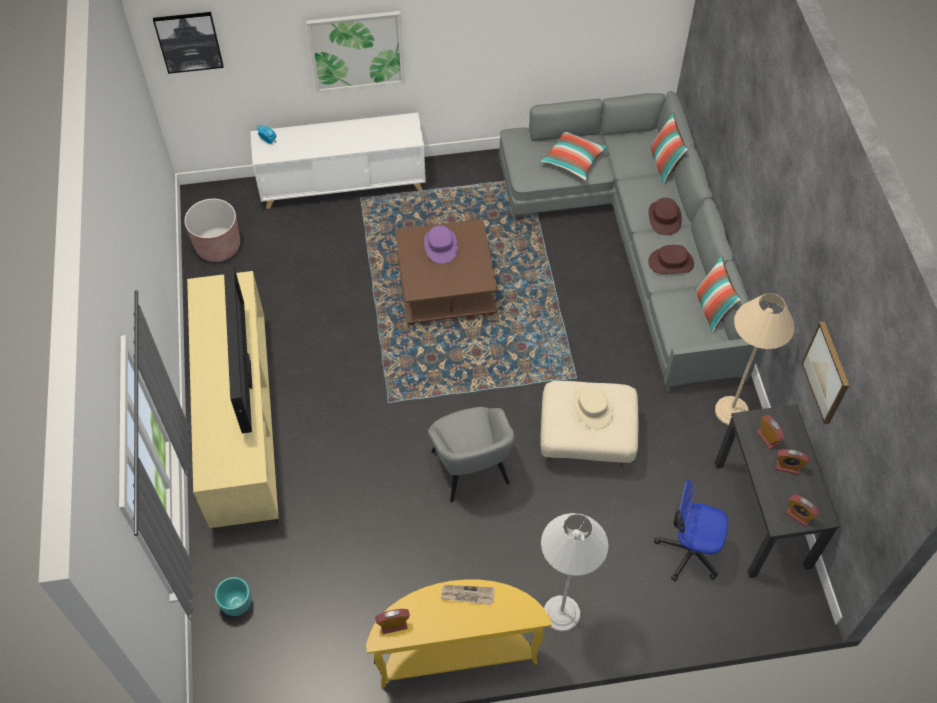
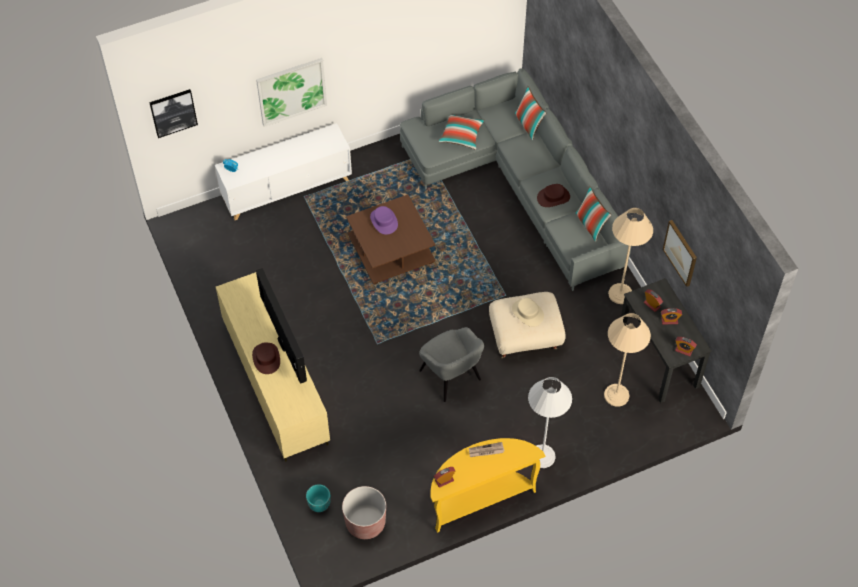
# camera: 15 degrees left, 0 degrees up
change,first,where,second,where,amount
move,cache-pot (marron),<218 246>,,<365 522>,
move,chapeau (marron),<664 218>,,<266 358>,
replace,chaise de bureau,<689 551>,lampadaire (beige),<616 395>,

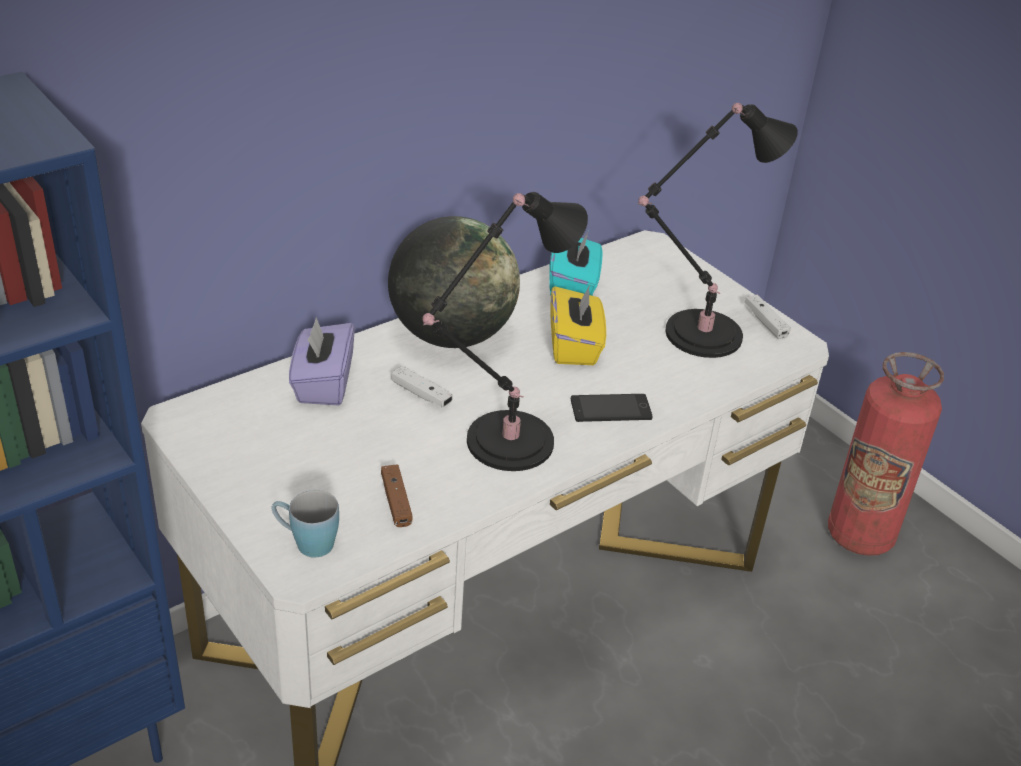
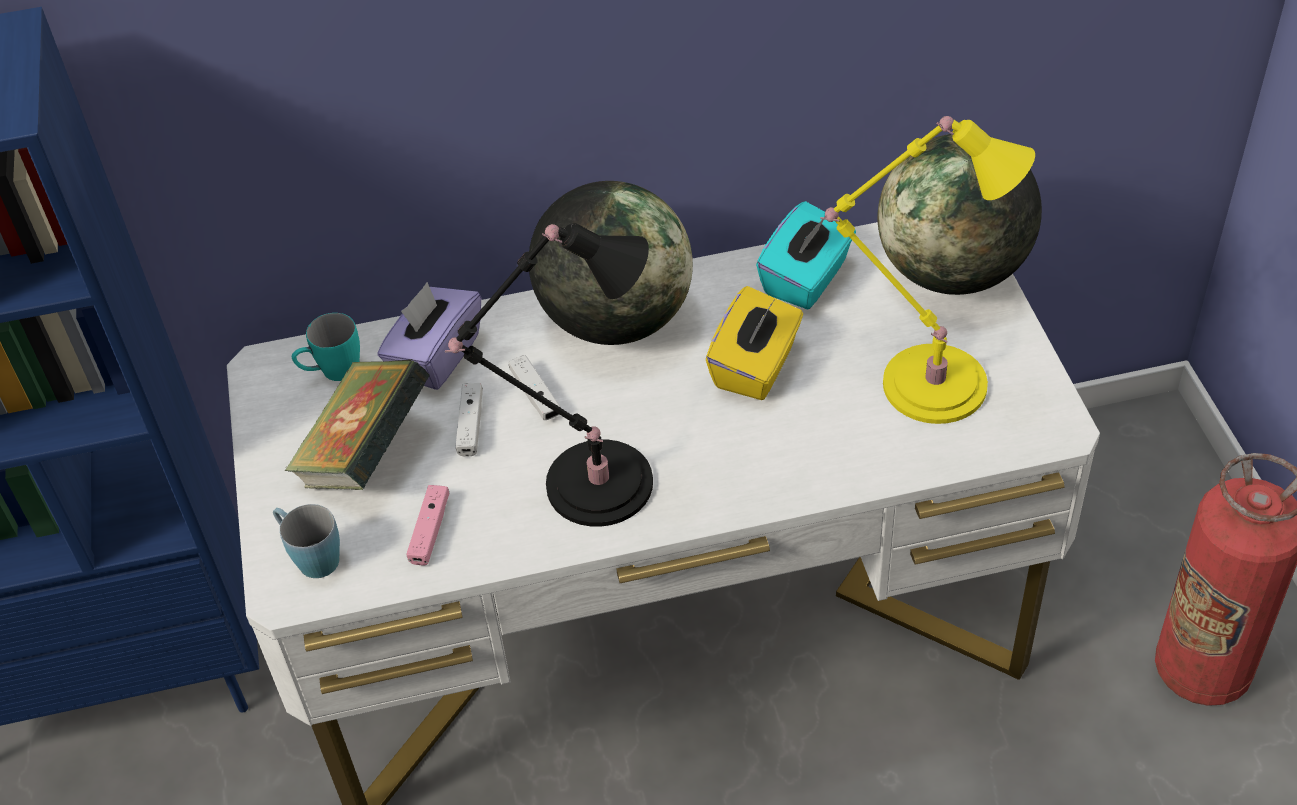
# camera: 30 degrees right, 10 degrees up
change,first,where,second,where,amount
recolor,manette (marron),<396 501>,manette (rose),<430 531>,
delete,téléphone,<611 409>,,,
recolor,lampe de table (noir),<696 334>,lampe de table (jaune),<925 382>,
move,manette (blanc),<765 322>,,<470 425>,
insert,,,livre,<366 454>,
insert,,,mug (turquoise),<332 372>,
insert,,,globe,<952 273>,

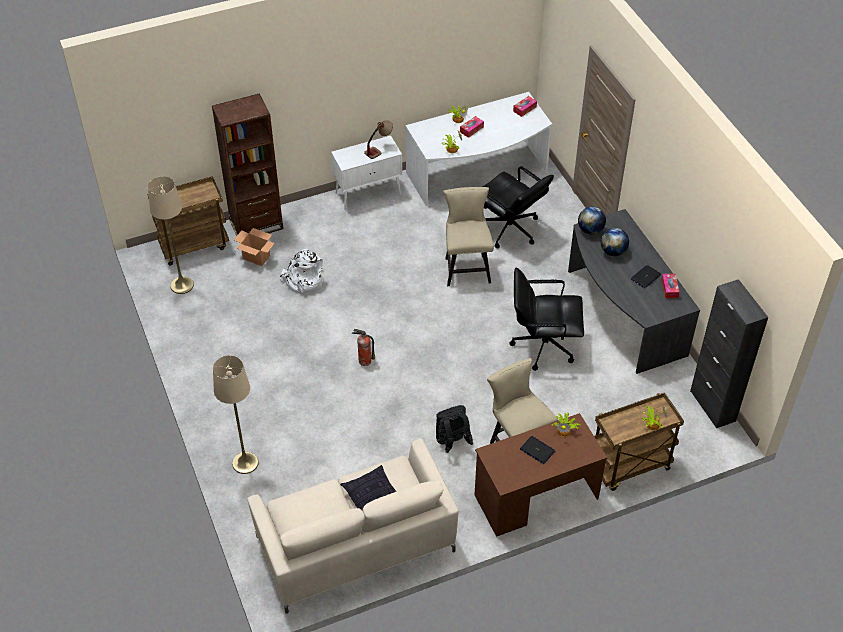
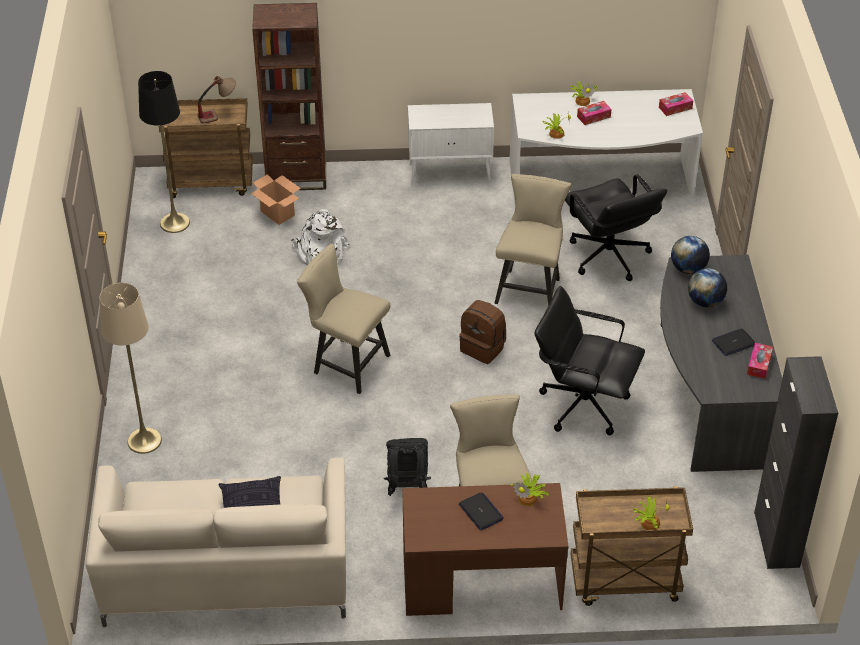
# camera: 20 degrees right, 5 degrees down
change,first,where,second,where,amount
recolor,lampadaire (beige),<182 285>,lampadaire (noir),<175 223>,
replace,extincteur,<364 361>,chaise (beige),<346 363>,
move,lampe de table,<379 149>,,<218 114>,
insert,,,sac à dos (marron),<483 348>,

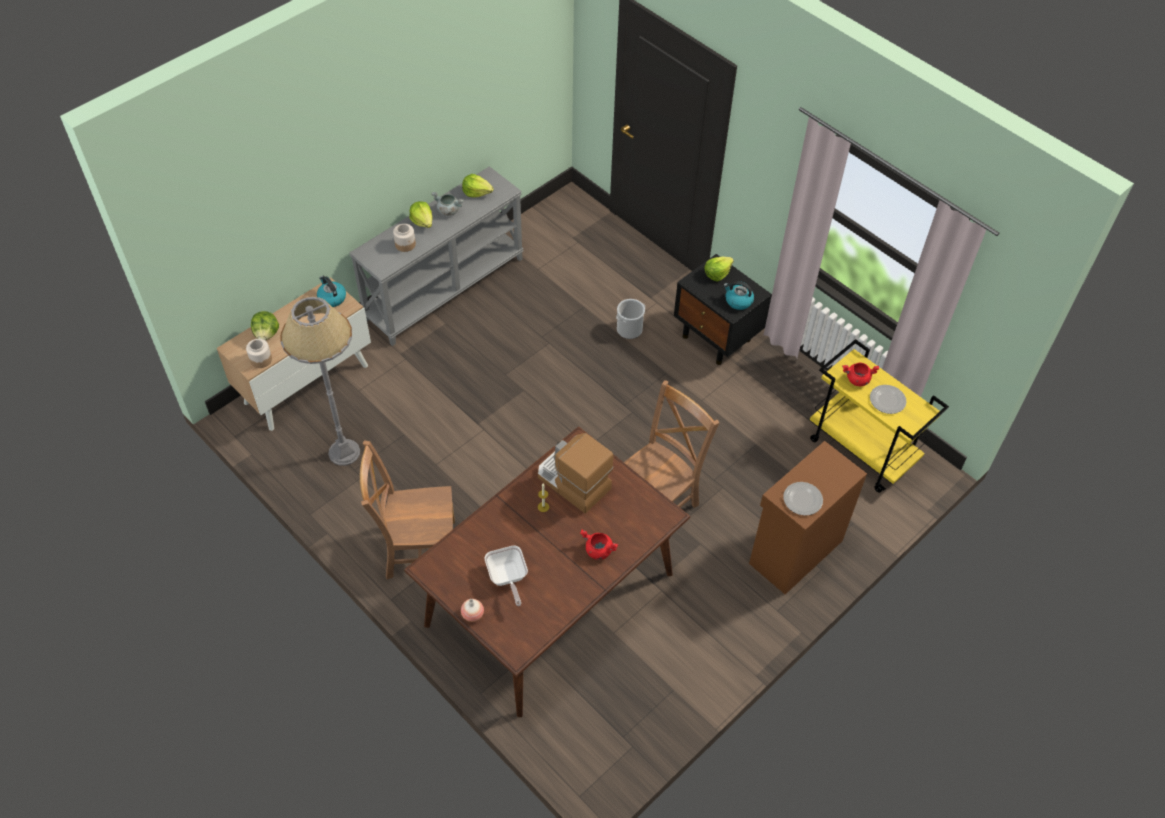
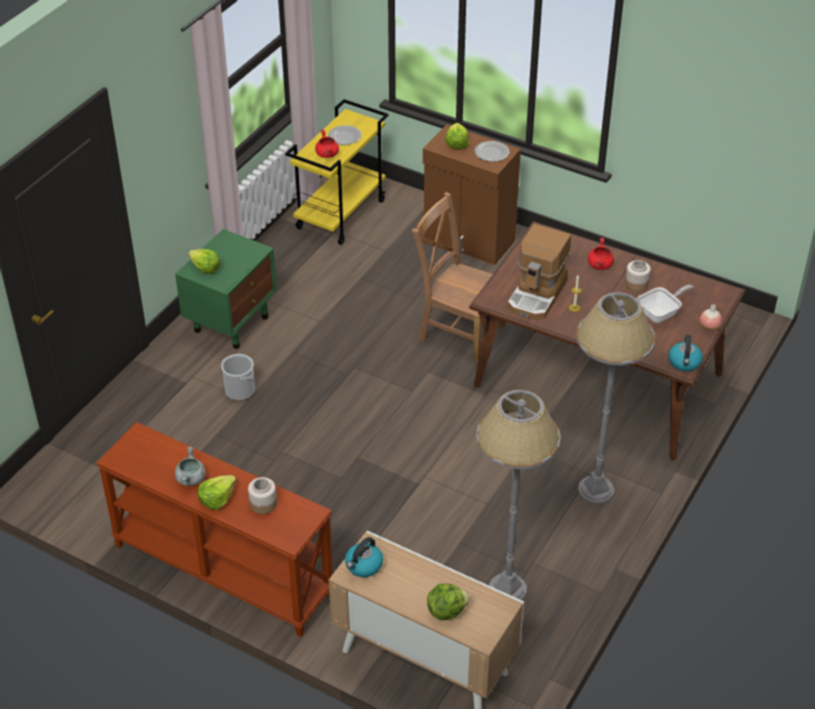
# camera: 105 degrees left, 10 degrees down
change,first,where,second,where,amount
move,bocal,<261 359>,,<636 284>,
recolor,table console (gris),<444 288>,table console (marron),<221 570>,
replace,chaise (marron),<417 548>,lampadaire (gris),<595 489>,
move,laitue,<476 192>,,<456 143>,
recolor,table de chevet (noir),<717 338>,table de chevet (vert),<232 323>,
move,bouilloire,<738 301>,,<684 363>,

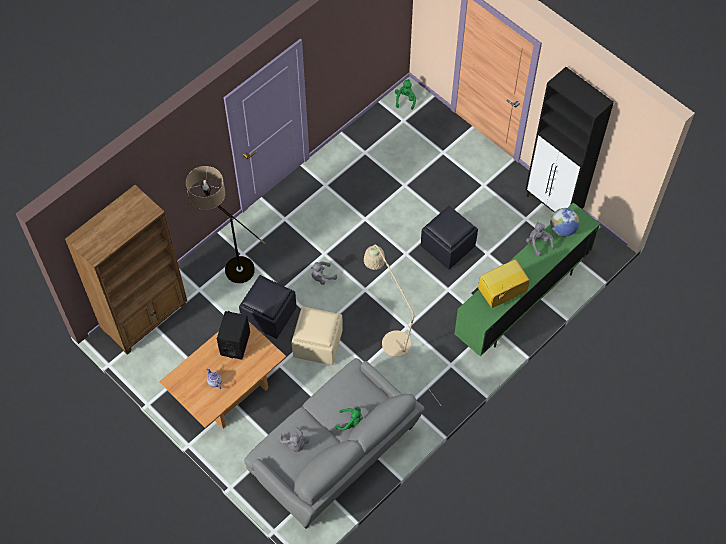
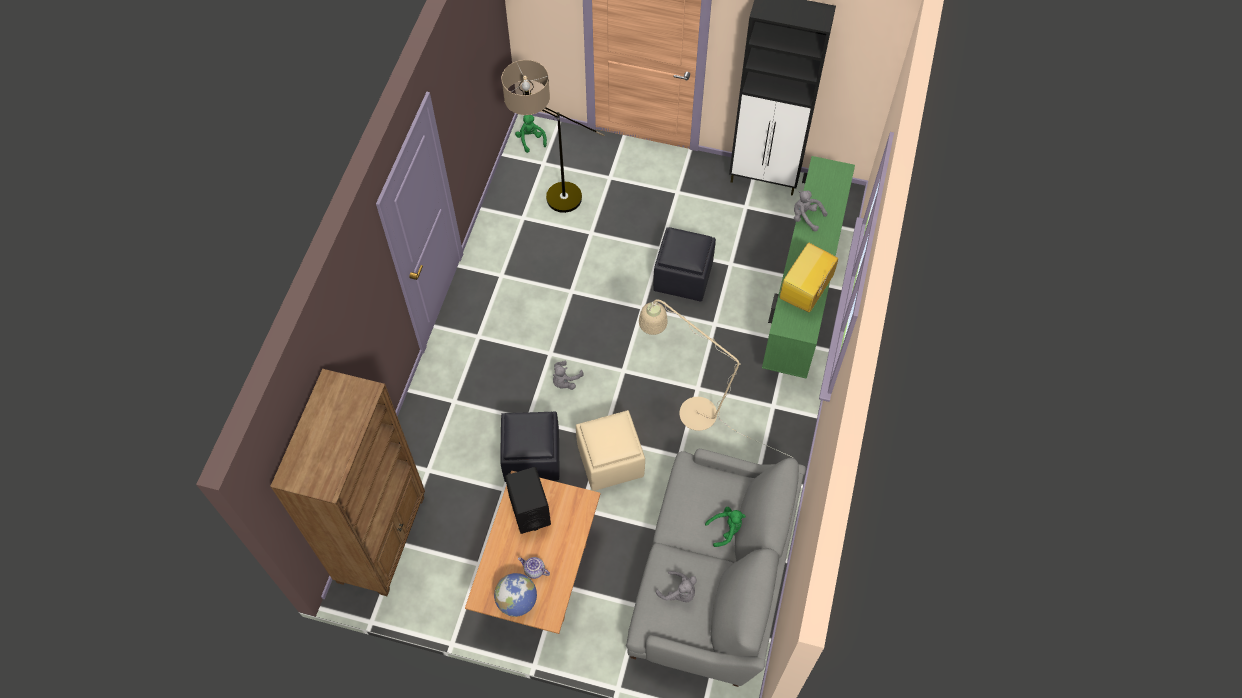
# camera: 30 degrees left, 0 degrees up
change,first,where,second,where,amount
move,lampadaire,<229 265>,,<549 199>,
move,globe,<562 229>,,<517 601>,

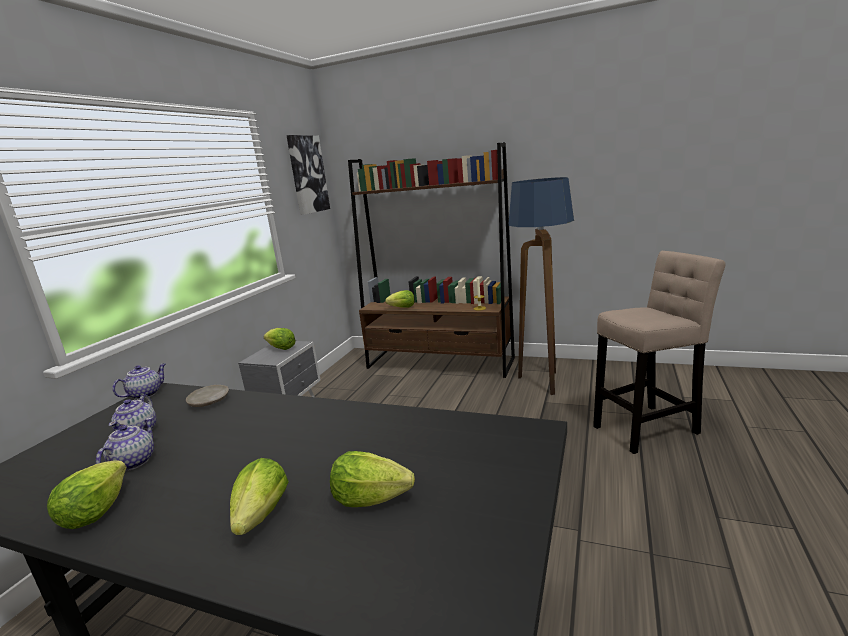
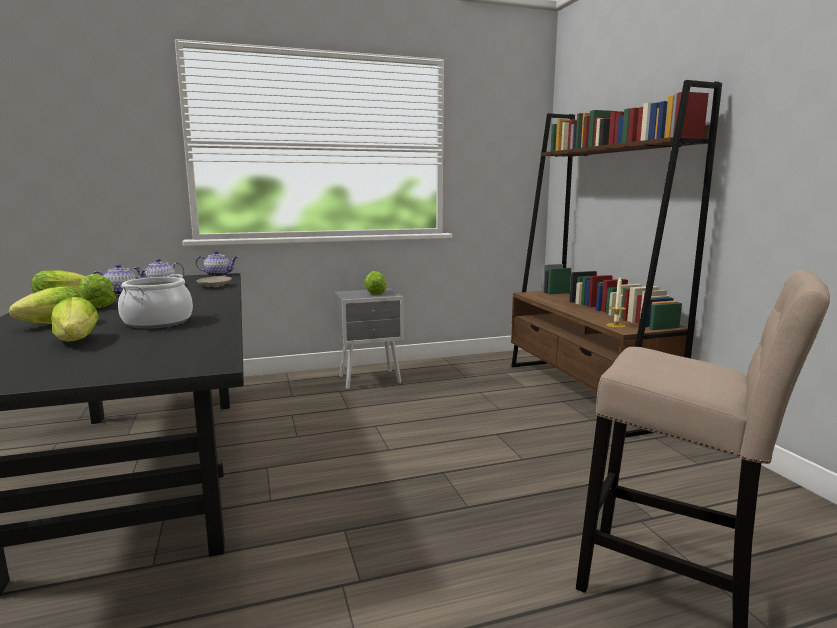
# camera: 50 degrees right, 5 degrees down
change,first,where,second,where,amount
delete,tableau,<307 174>,,,
move,laitue,<402 308>,,<97 306>,
delete,lampadaire,<543 383>,,,
insert,,,marmite,<158 322>,

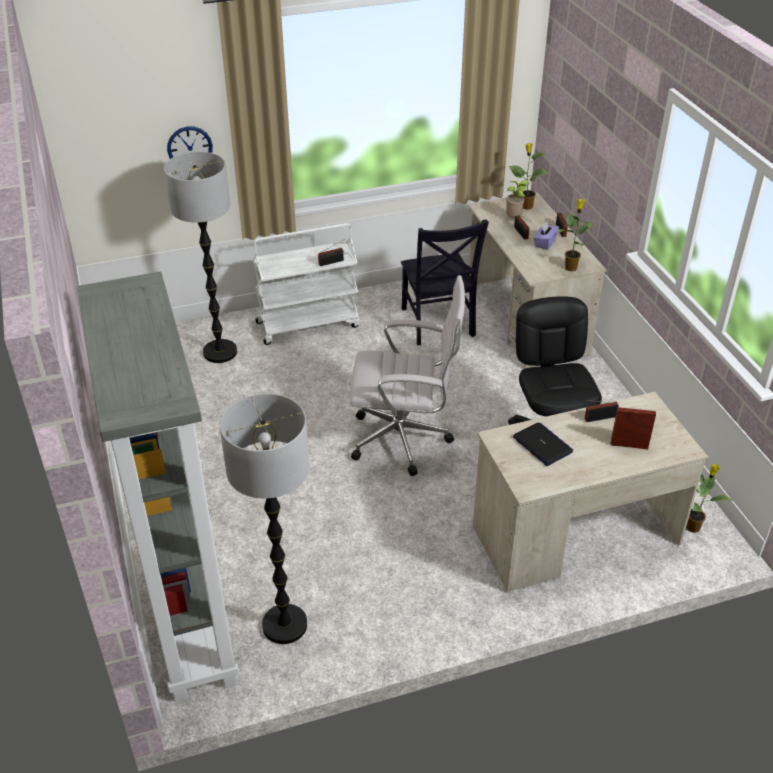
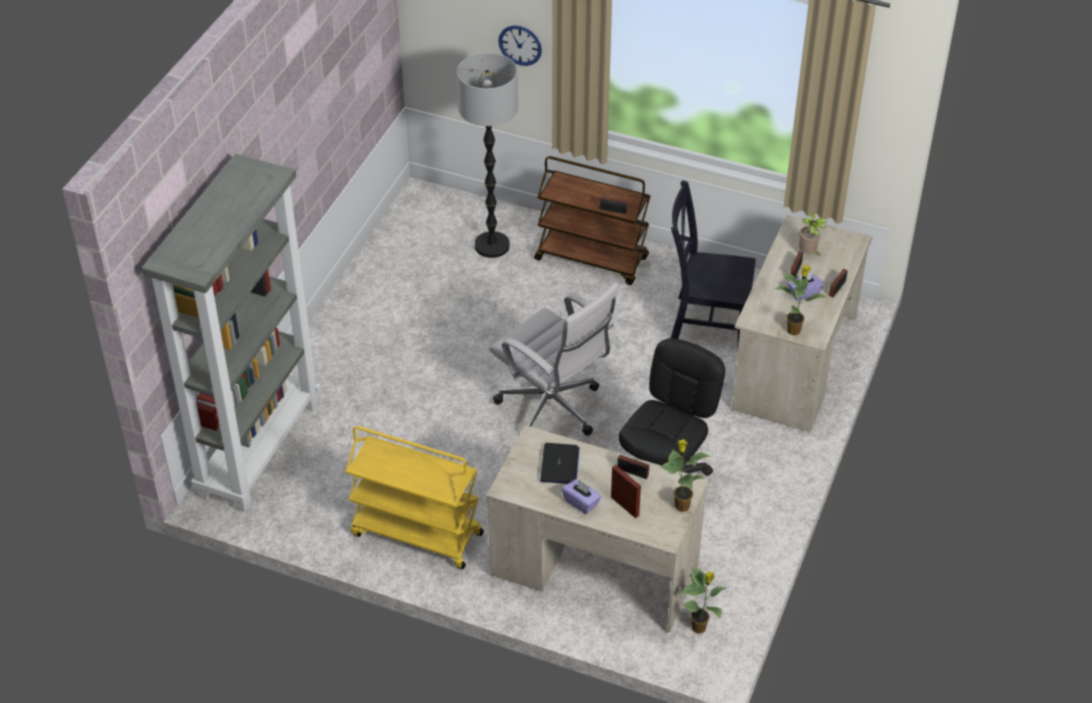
# camera: 40 degrees right, 5 degrees up
change,first,where,second,where,amount
delete,lampadaire,<284 625>,,,
recolor,chariot (blanc),<308 324>,chariot (marron),<592 259>,
rotate,chaise (noir),<438 324>,,<706 322>,75 degrees clockwise
move,plante en pot,<526 206>,,<681 505>,
insert,,,chariot (jaune),<416 534>,
insert,,,boîte à mouchoirs (violet),<581 502>,

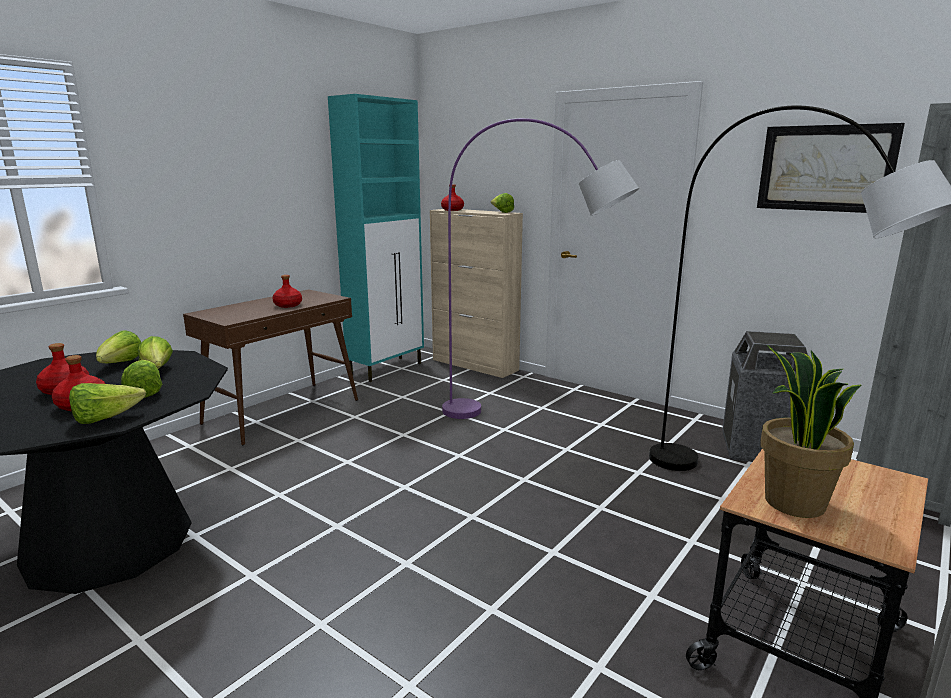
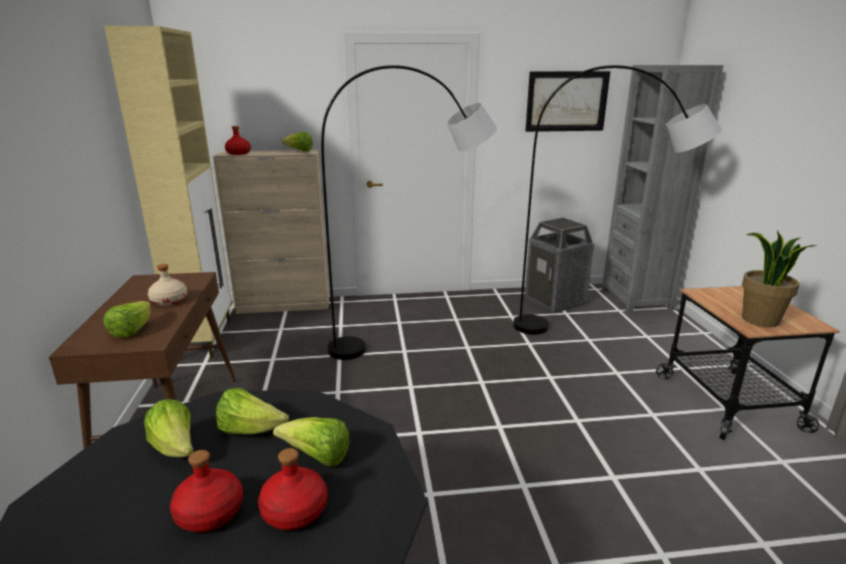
# camera: 45 degrees left, 5 degrees up
change,first,where,second,where,amount
move,laitue,<105 419>,,<132 331>,
recolor,bouteille (rouge),<288 305>,bouteille (beige),<169 301>,
recolor,meuble de rangement (turquoise),<387 369>,meuble de rangement (beige),<206 338>,
recolor,lampadaire (violet),<531 424>,lampadaire (gris),<414 338>,

